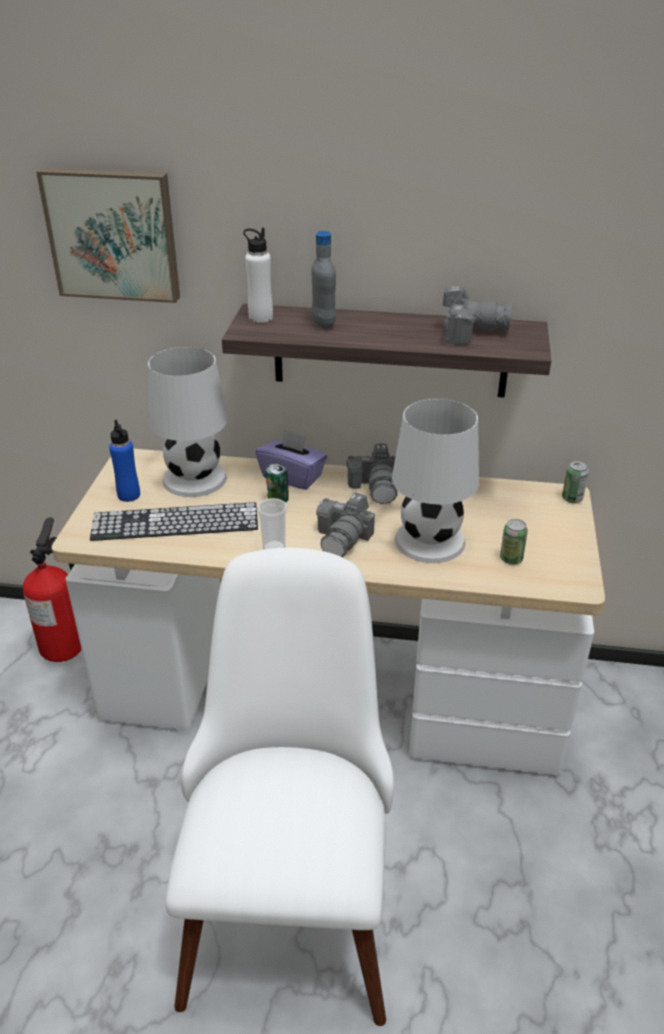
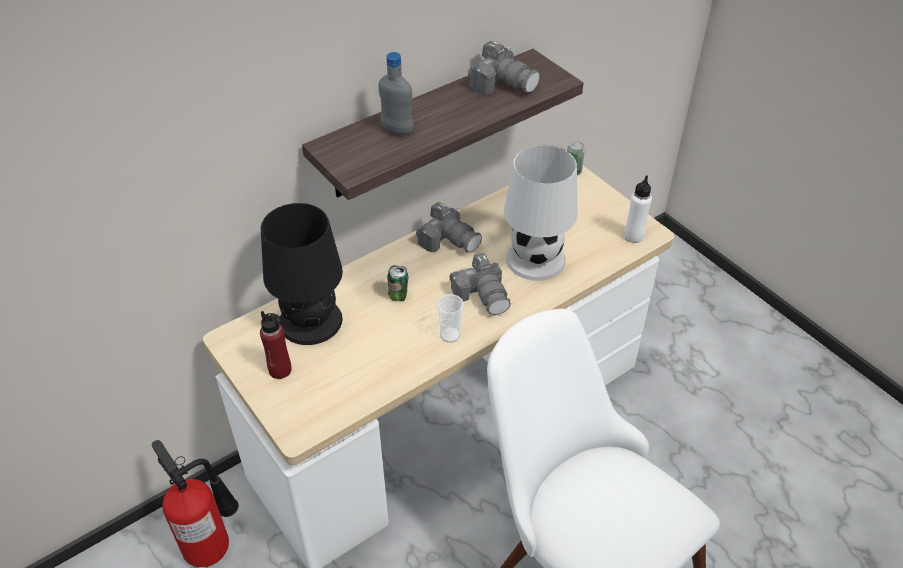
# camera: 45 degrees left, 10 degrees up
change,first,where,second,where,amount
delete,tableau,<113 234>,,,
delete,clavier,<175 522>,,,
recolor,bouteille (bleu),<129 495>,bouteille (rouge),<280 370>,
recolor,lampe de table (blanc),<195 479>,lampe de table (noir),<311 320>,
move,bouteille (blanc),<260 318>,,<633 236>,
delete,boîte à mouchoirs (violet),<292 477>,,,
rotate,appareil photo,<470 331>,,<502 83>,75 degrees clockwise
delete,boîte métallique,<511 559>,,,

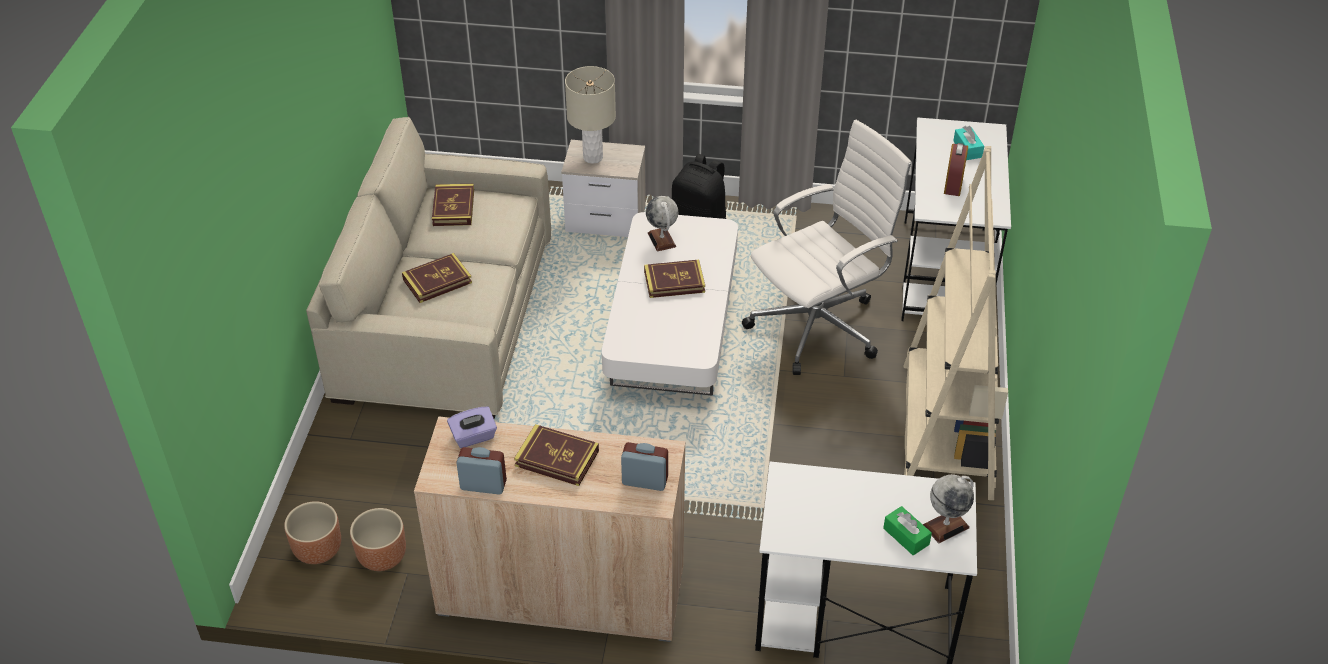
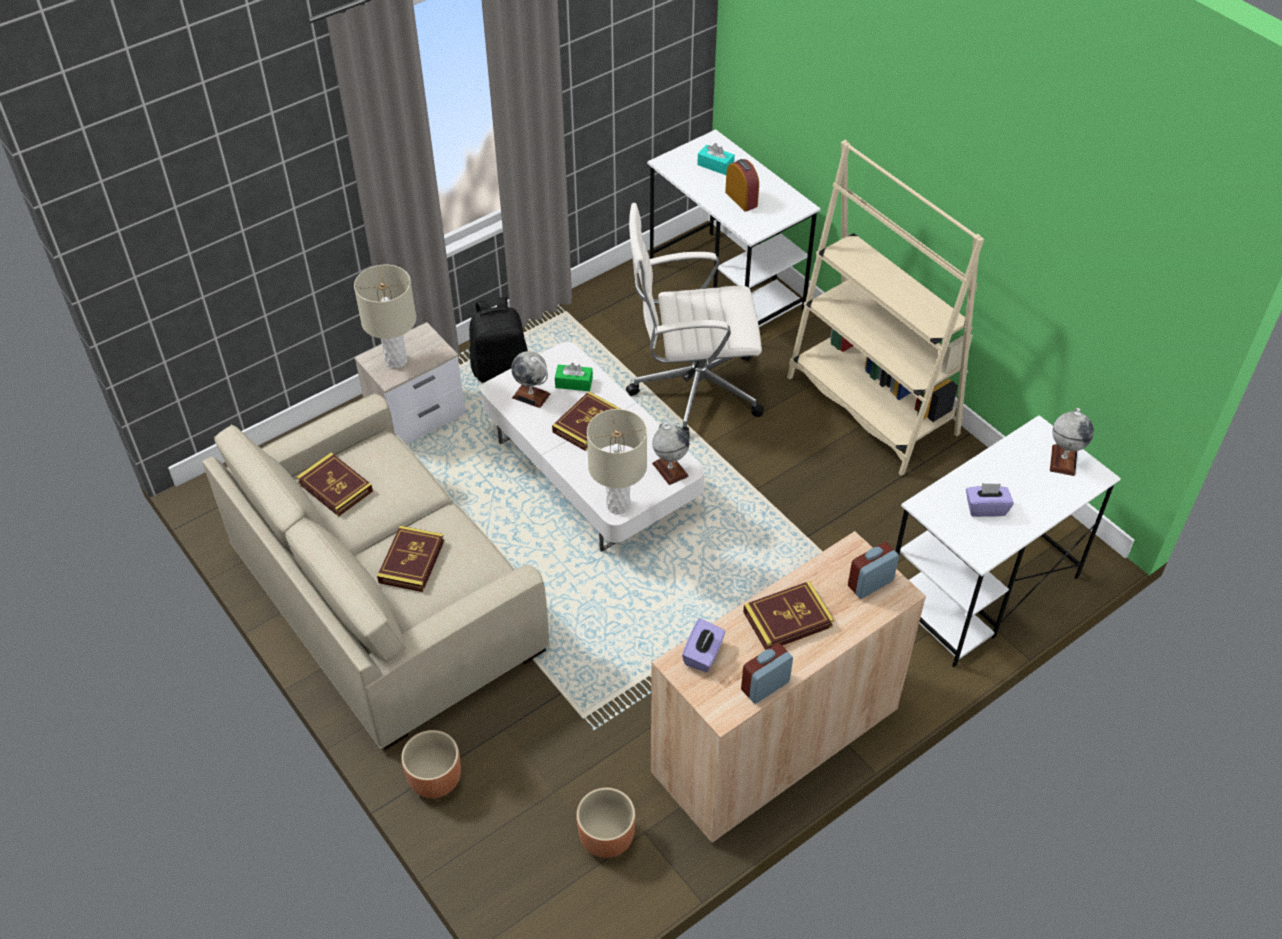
# camera: 45 degrees left, 5 degrees up
change,first,where,second,where,amount
move,cache-pot (marron),<317 549>,,<434 779>,
rotate,chaise de bureau (blanc),<819 326>,,<692 389>,105 degrees counterclockwise
move,boîte à mouchoirs (vert),<906 536>,,<574 383>,
insert,,,lampe de table (beige),<618 505>,
insert,,,globe,<670 469>,
insert,,,boîte à mouchoirs (violet),<985 508>,

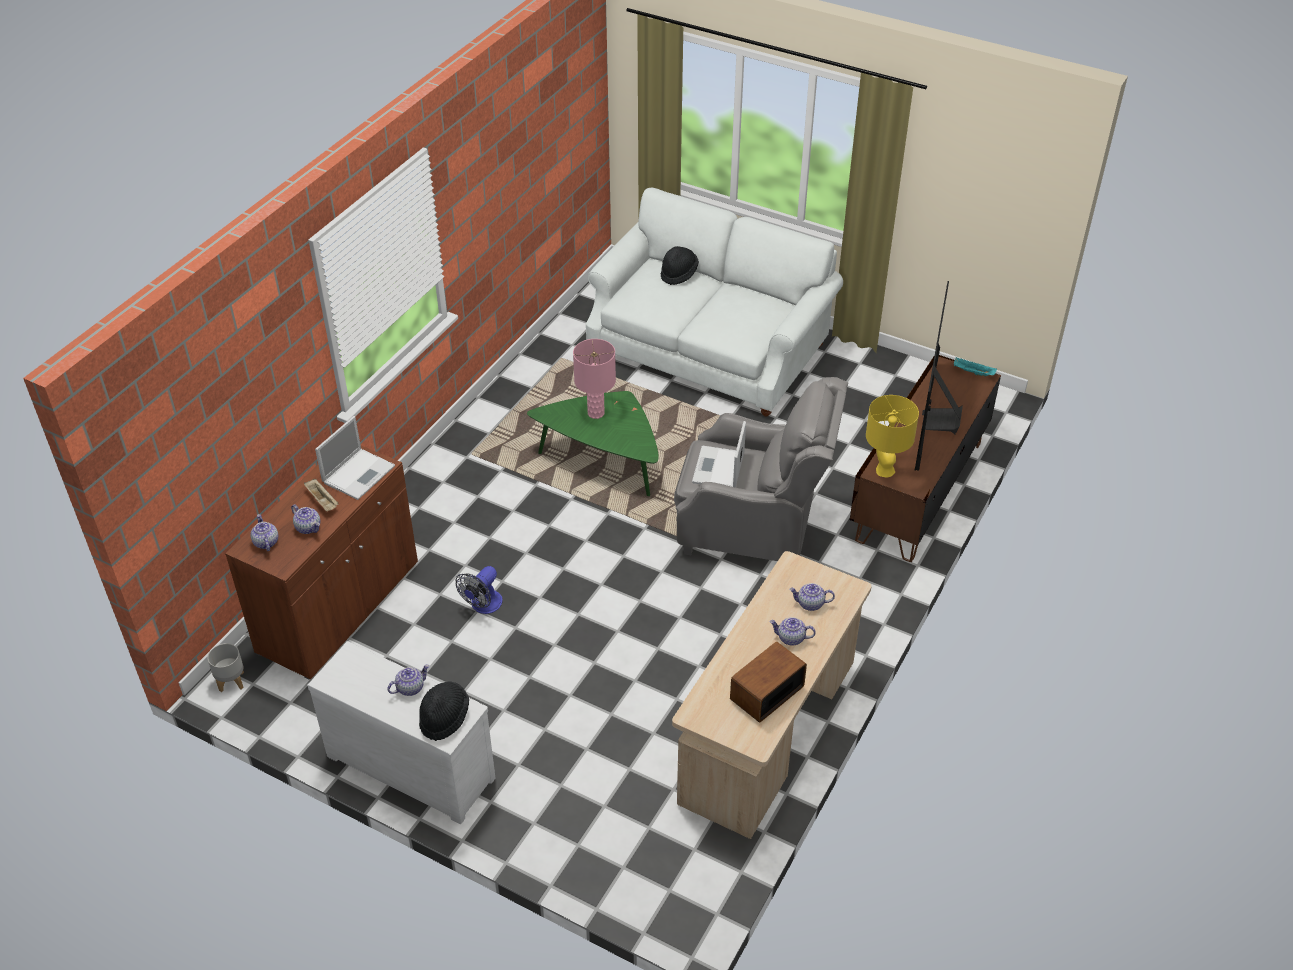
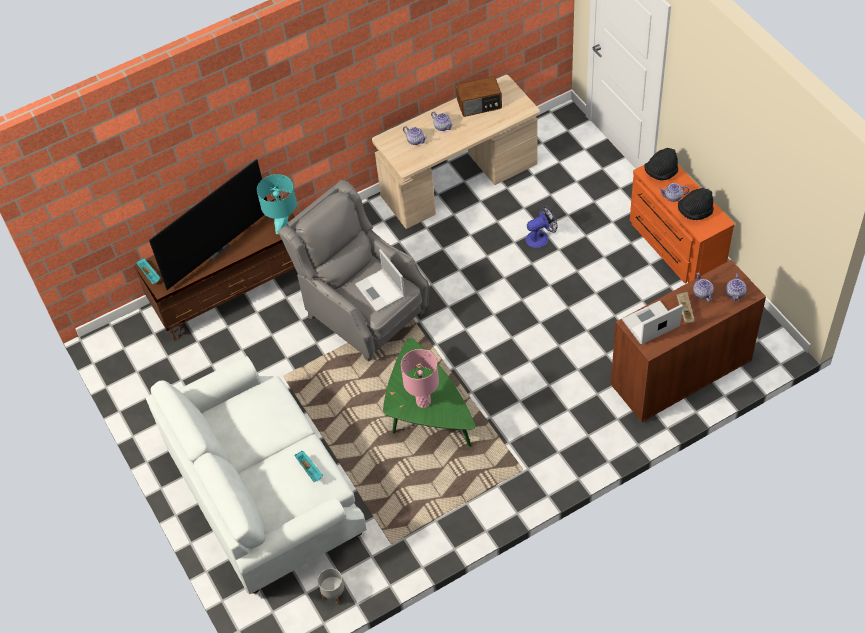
# camera: 145 degrees left, 10 degrees up
change,first,where,second,where,amount
move,cache-pot (gris),<231 681>,,<334 594>,
recolor,commode (blanc),<413 763>,commode (orange),<674 247>,
move,ventilateur,<483 606>,,<540 237>,
move,chapeau (noir),<678 273>,,<695 212>,
rotate,ordinateur portable,<718 469>,,<381 291>,105 degrees clockwise
recolor,lampe de table (jaune),<884 470>,lampe de table (turquoise),<283 226>,
insert,,,plateau (turquoise),<310 470>,

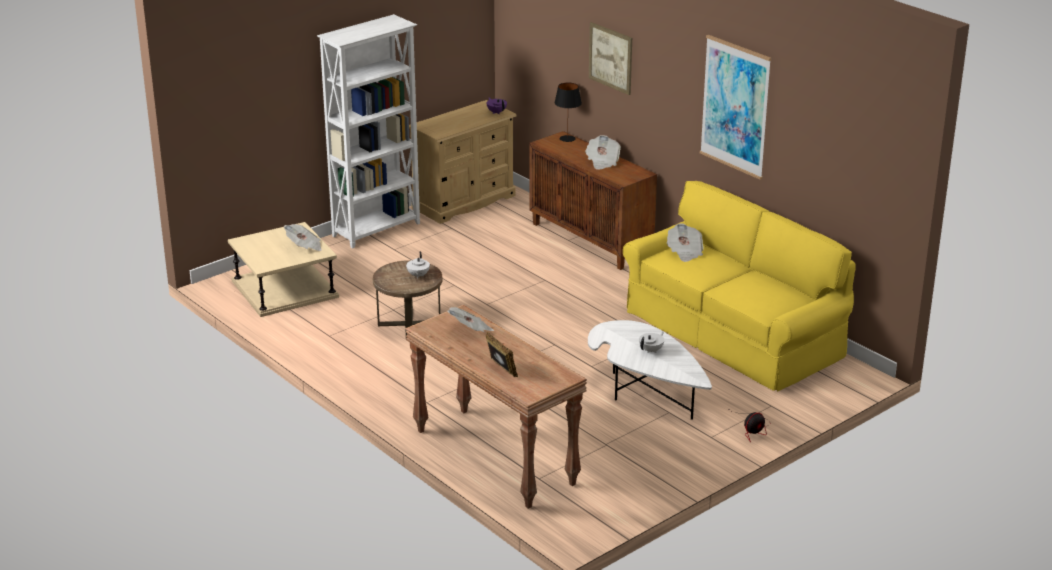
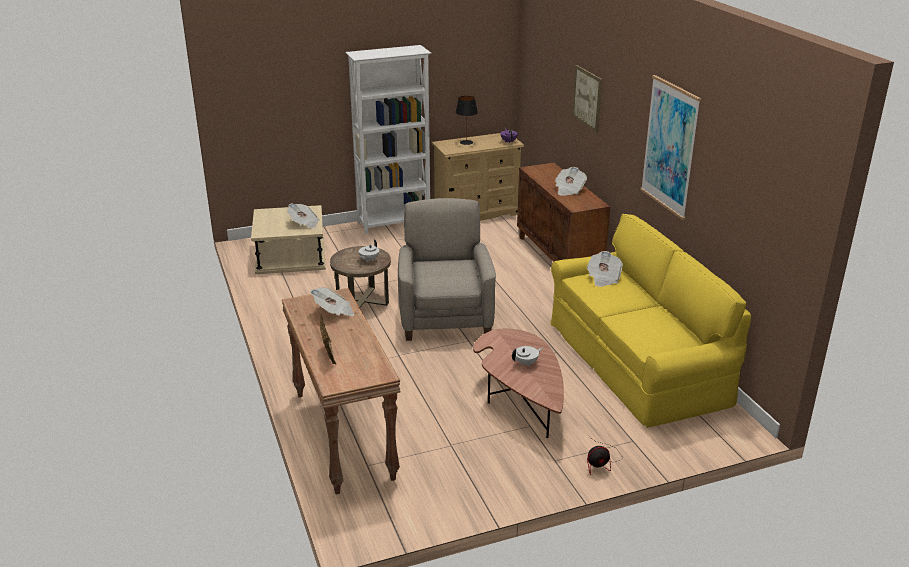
# camera: 20 degrees right, 0 degrees up
change,first,where,second,where,amount
move,lampe de table (noir),<567 138>,,<466 142>,
recolor,table basse (blanc),<645 391>,table basse (marron),<521 400>,
insert,,,fauteuil (beige),<445 317>,

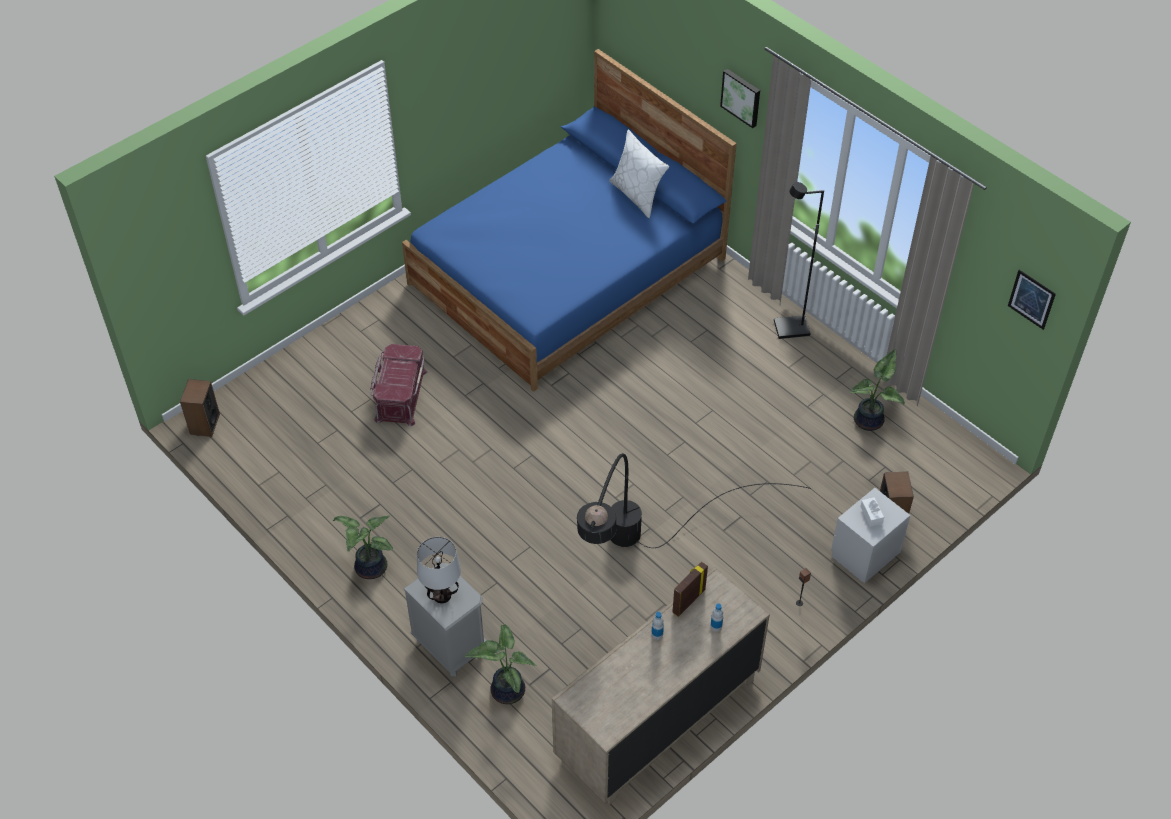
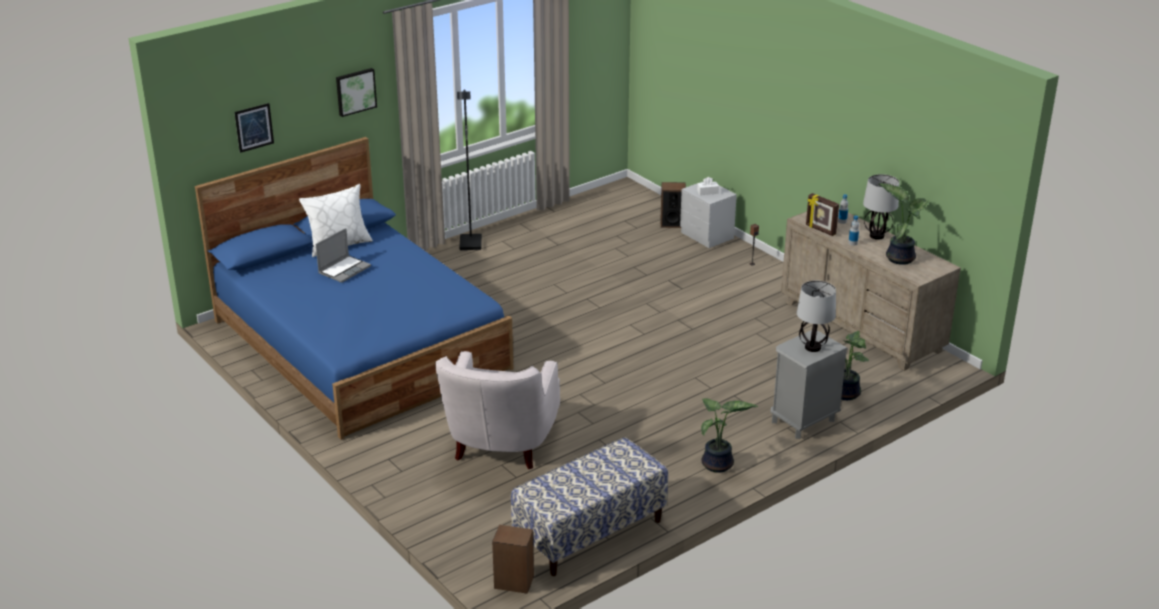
# camera: 85 degrees left, 20 degrees down
change,first,where,second,where,amount
replace,boîte de rangement (rouge),<400 395>,fauteuil (blanc),<500 446>,
delete,lampadaire (noir),<634 569>,,,
move,plante en pot,<870 420>,,<899 257>,
move,tableau,<1031 299>,,<254 127>,
insert,,,ordinateur portable,<344 270>,
insert,,,banc,<590 533>,
insert,,,lampe de table,<877 236>,

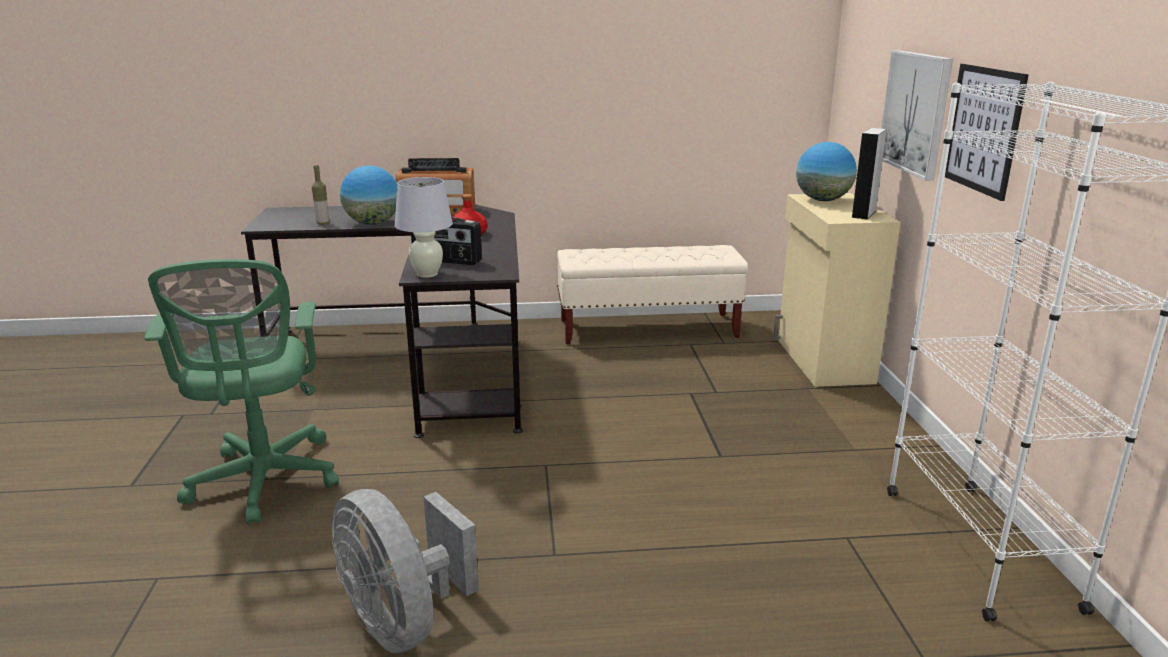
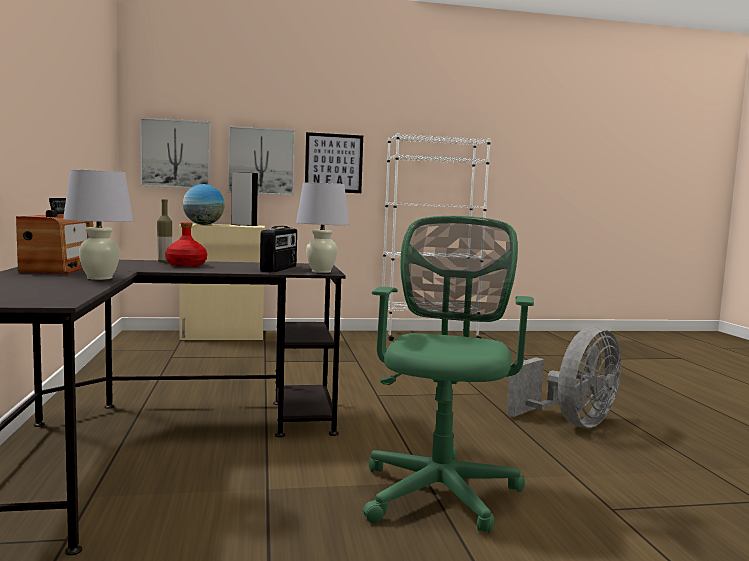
# camera: 95 degrees left, 15 degrees down
change,first,where,second,where,amount
rotate,chaise de bureau (vert),<264 483>,,<441 489>,60 degrees counterclockwise
move,bouteille,<323 223>,,<164 262>,
replace,globe,<372 223>,lampe de table (blanc),<100 278>,
delete,banc (beige),<648 329>,,,
insert,,,tableau,<176 154>,

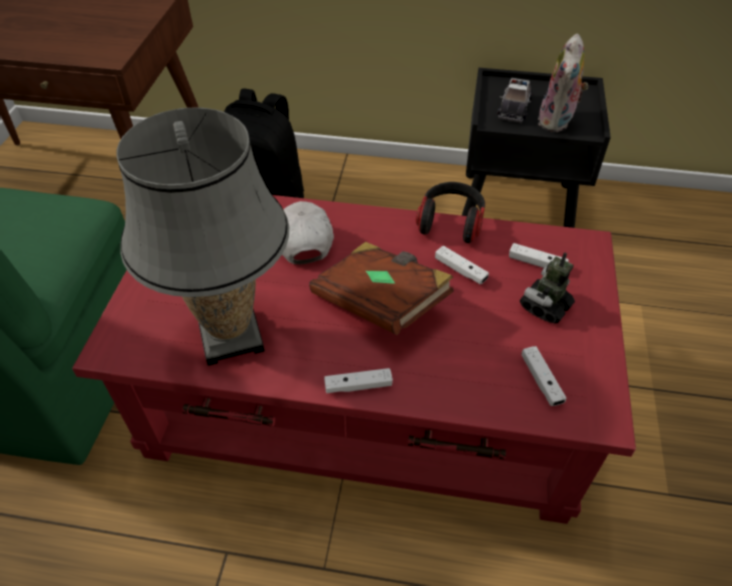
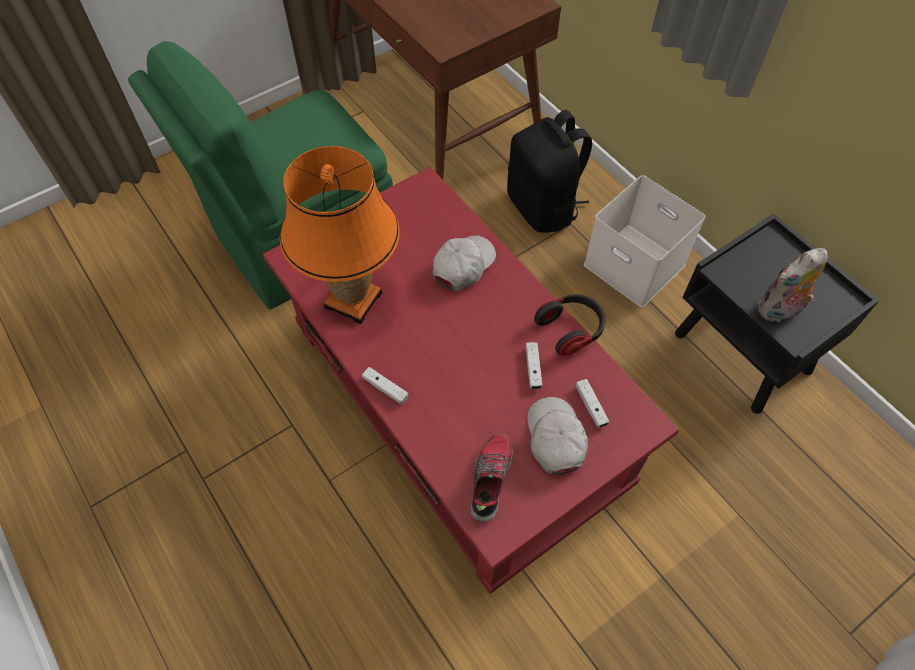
# camera: 45 degrees right, 10 degrees up
change,first,where,second,where,amount
recolor,lampe de table (gris),<231 337>,lampe de table (orange),<353 300>,
delete,livre (marron),<380 302>,,,
delete,petite voiture,<513 107>,,,
replace,robot jouet,<545 307>,casquette (blanc),<555 439>,
replace,manette (blanc),<541 380>,chaussure,<490 479>,
insert,,,boîte de rangement (blanc),<636 264>,

